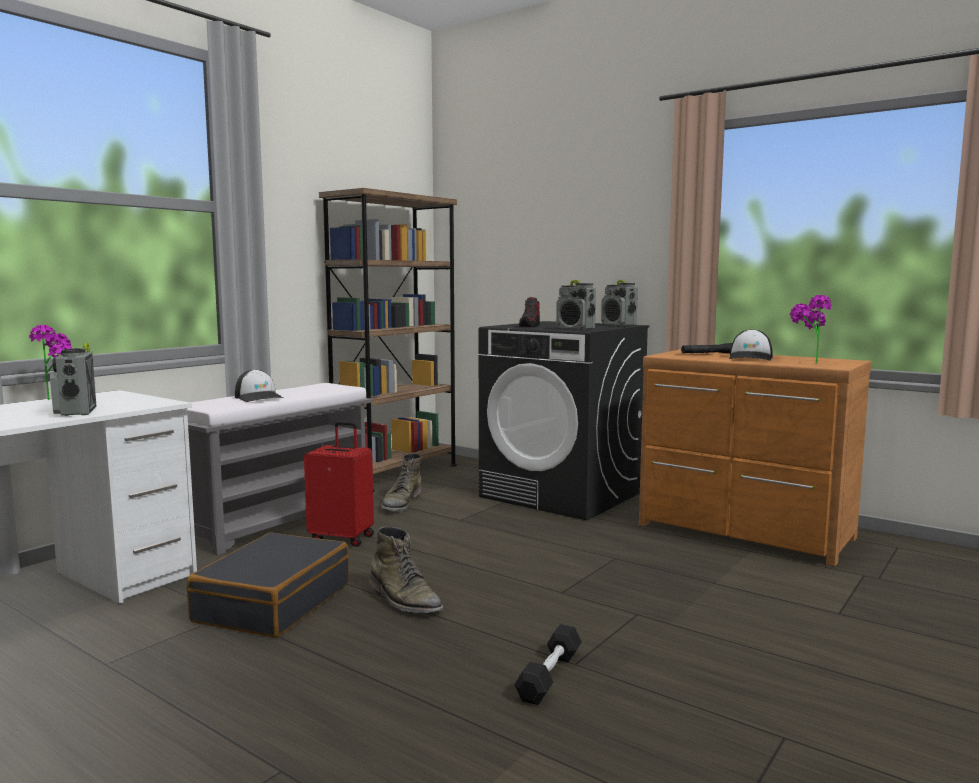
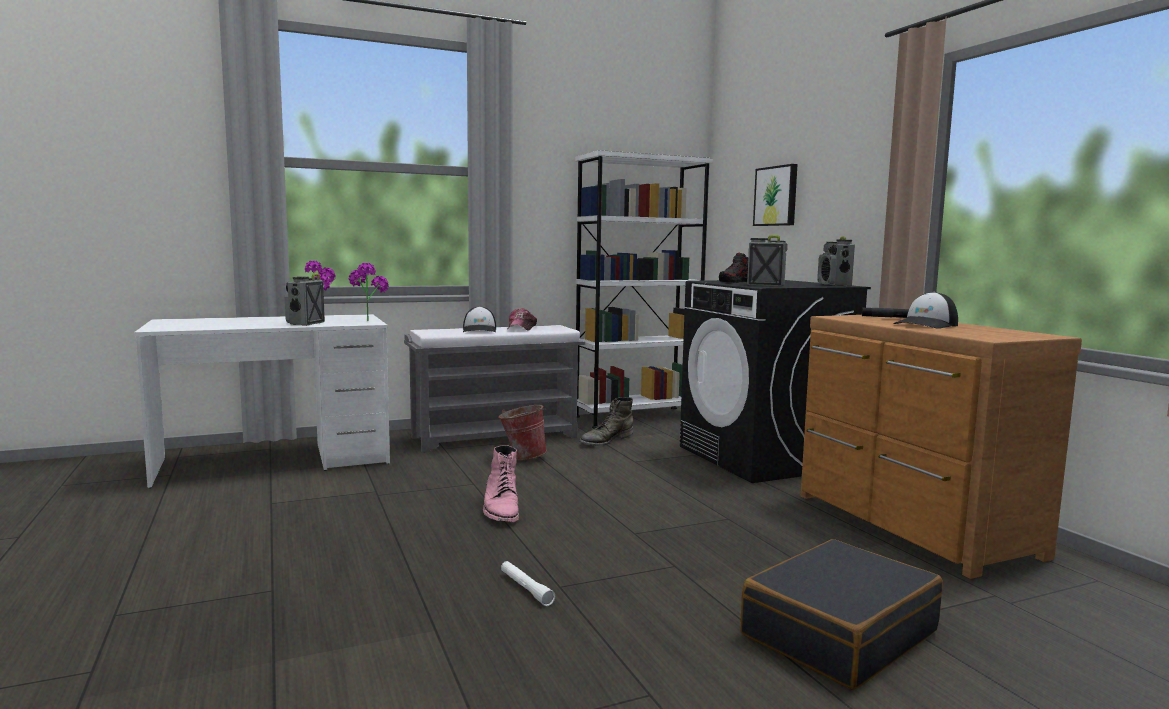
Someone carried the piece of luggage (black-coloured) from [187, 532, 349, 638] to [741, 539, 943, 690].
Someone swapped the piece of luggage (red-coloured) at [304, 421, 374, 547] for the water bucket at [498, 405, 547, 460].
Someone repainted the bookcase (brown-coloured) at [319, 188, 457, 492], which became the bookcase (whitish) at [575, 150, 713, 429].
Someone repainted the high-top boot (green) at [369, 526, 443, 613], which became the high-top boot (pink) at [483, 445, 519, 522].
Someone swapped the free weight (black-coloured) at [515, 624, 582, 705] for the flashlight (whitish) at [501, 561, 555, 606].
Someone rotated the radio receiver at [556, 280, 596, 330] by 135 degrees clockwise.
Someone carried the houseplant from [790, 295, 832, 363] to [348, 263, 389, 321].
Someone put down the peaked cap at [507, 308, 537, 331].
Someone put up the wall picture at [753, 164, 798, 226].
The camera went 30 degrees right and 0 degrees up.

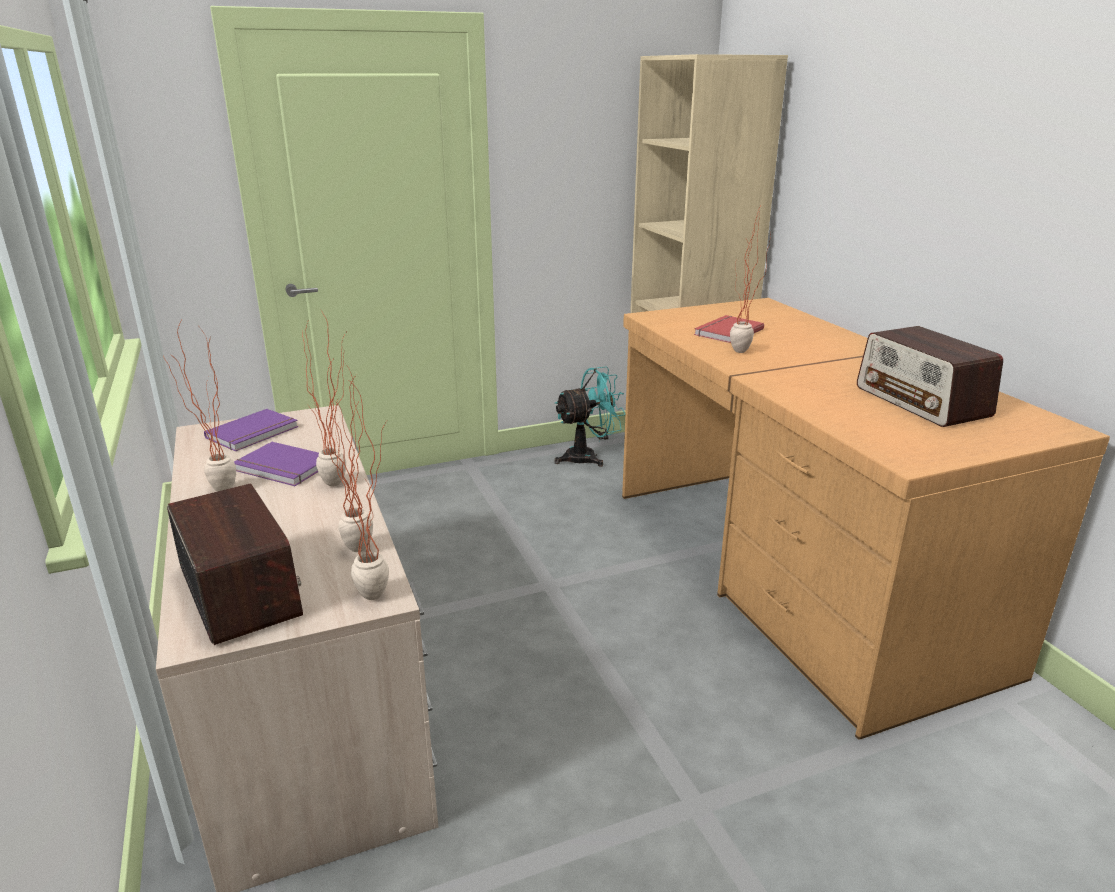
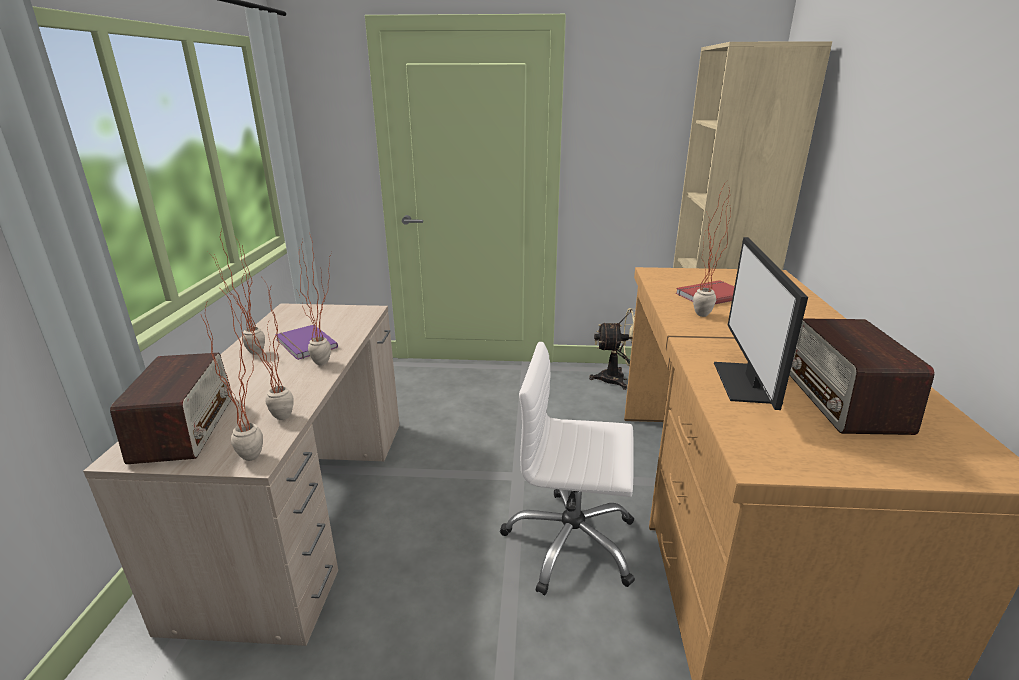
Someone took away the volume (purplish) at [204, 409, 298, 451].
Someone repainted the fan (blue-green) at [555, 366, 625, 467], which became the fan (sand-coloured) at [589, 308, 635, 390].
Someone put down the computer chair (whitish) at [500, 342, 635, 595].
Someone put down the monitor at [714, 237, 808, 410].
The camera went 25 degrees right and 0 degrees up.

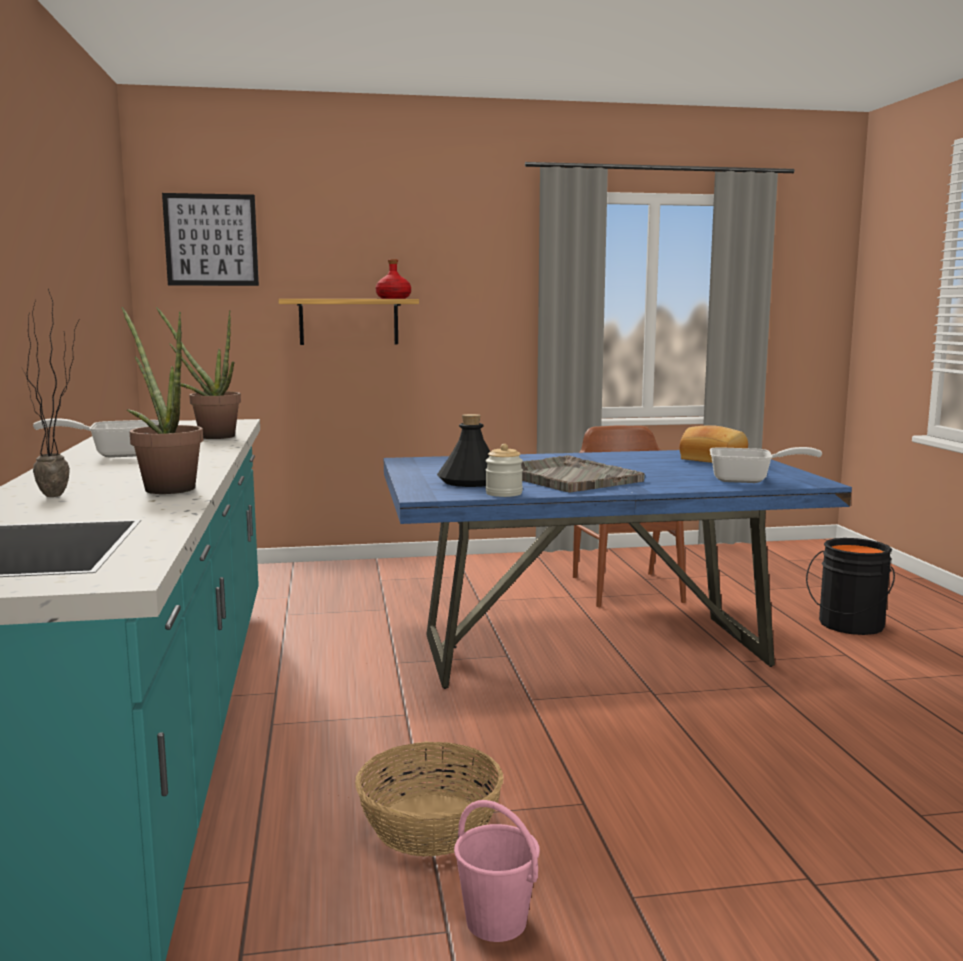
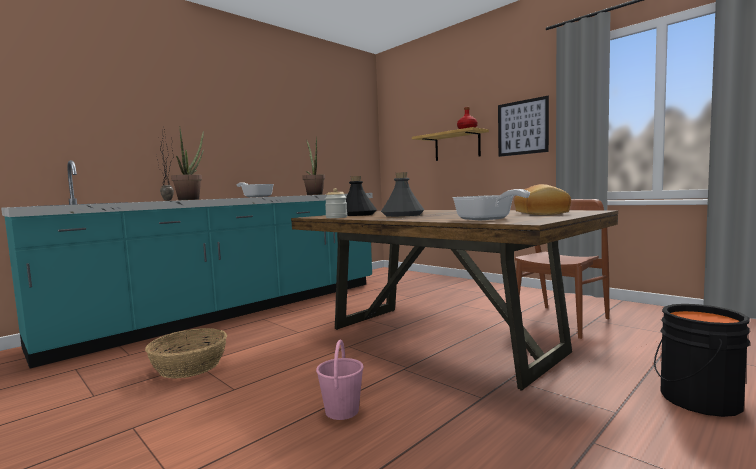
Someone carried the wall picture from [162, 193, 259, 286] to [498, 96, 549, 157].
Someone repainted the dining table (blue-coloured) at [383, 450, 852, 689], which became the dining table (brown-coloured) at [291, 210, 618, 391].
Someone carried the water bucket (pink) from [454, 800, 540, 942] to [316, 340, 364, 420].
Someone swapped the carrying tray (greyish) at [521, 455, 645, 492] for the beverage bottle (greyish) at [381, 172, 424, 217].
The camera went 55 degrees right and 5 degrees down.

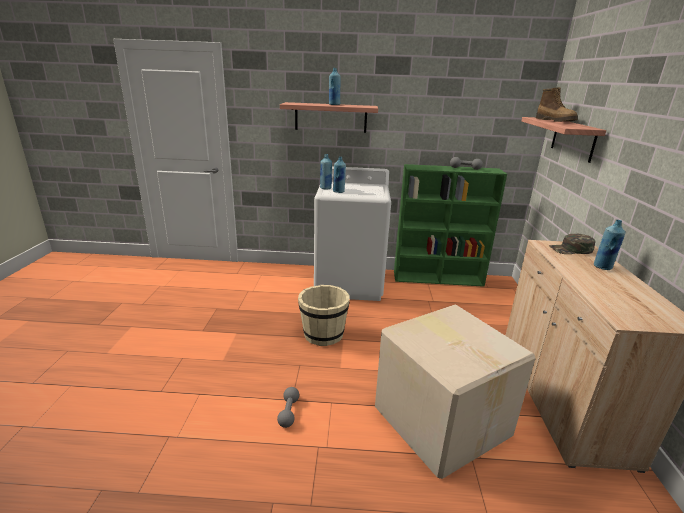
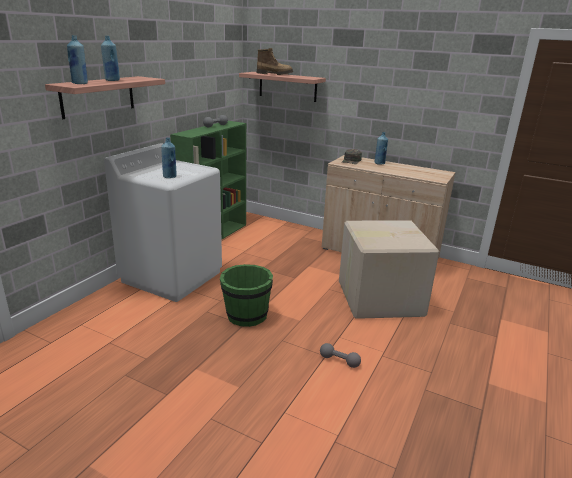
Someone repainted the water bucket (sand-coloured) at [298, 285, 350, 346], which became the water bucket (green) at [220, 264, 273, 327].
Someone carried the beverage bottle (blue-coloured) from [320, 154, 332, 190] to [67, 35, 88, 84].
The camera went 65 degrees left and 0 degrees up.

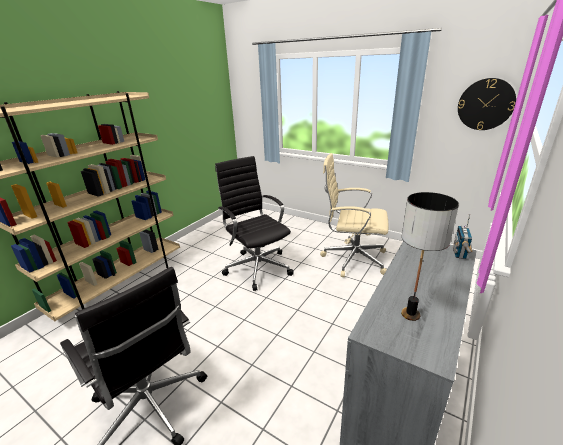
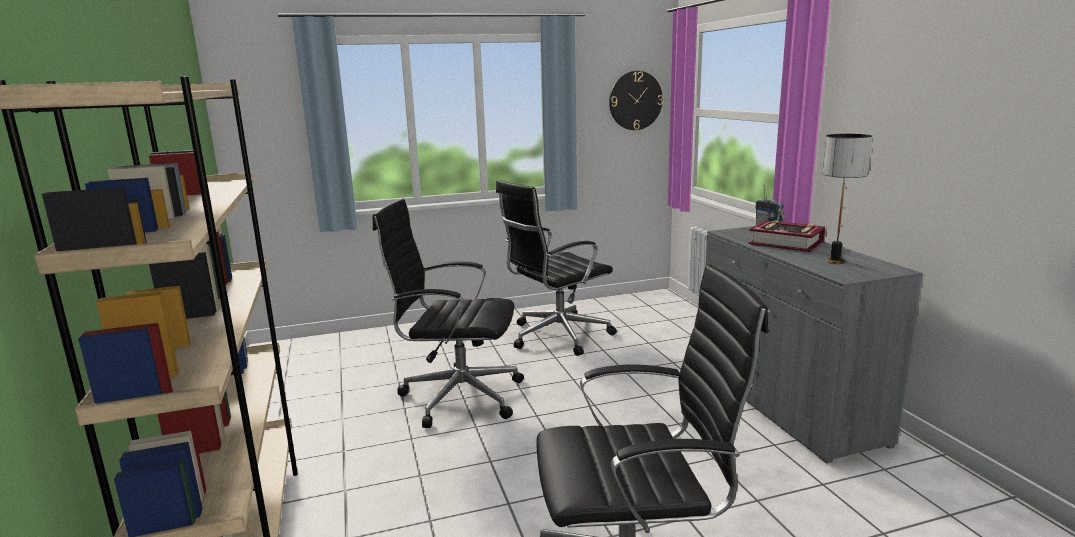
Someone repainted the computer chair (sand-coloured) at [320, 153, 389, 277], which became the computer chair (black-coloured) at [496, 180, 617, 356].
Someone put down the volume at [748, 220, 825, 252].
The camera went 50 degrees left and 10 degrees down.

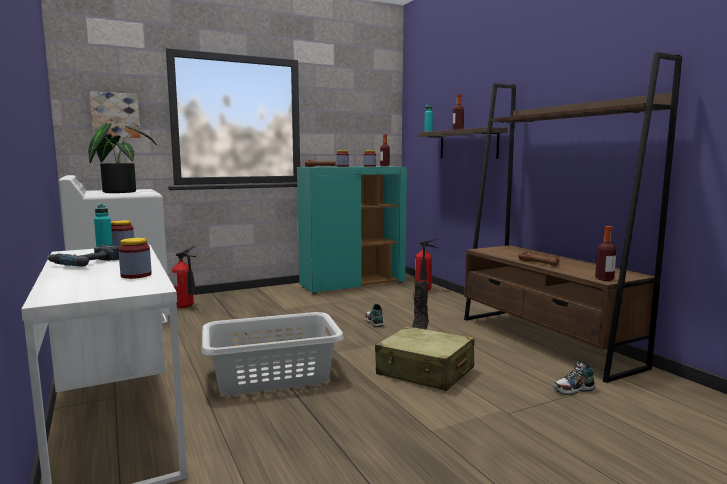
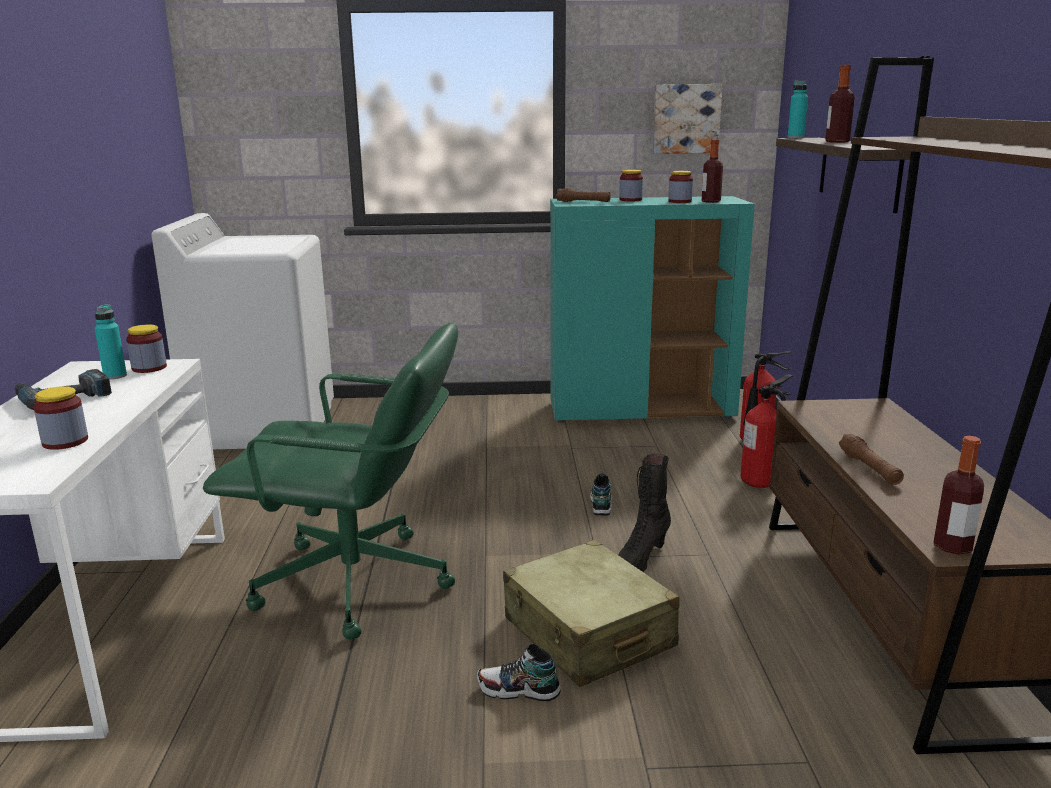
Someone took away the houseplant at [88, 123, 157, 193].
Someone carried the wall picture from [89, 91, 141, 138] to [653, 84, 723, 154].
Someone carried the fire extinguisher from [172, 246, 197, 308] to [741, 374, 792, 488].
Someone swapped the hamper (greyish) at [202, 312, 344, 395] for the computer chair (green) at [203, 322, 458, 640].
Someone carried the shoe from [553, 361, 595, 395] to [477, 644, 561, 701].
The camera went 25 degrees right and 10 degrees up.

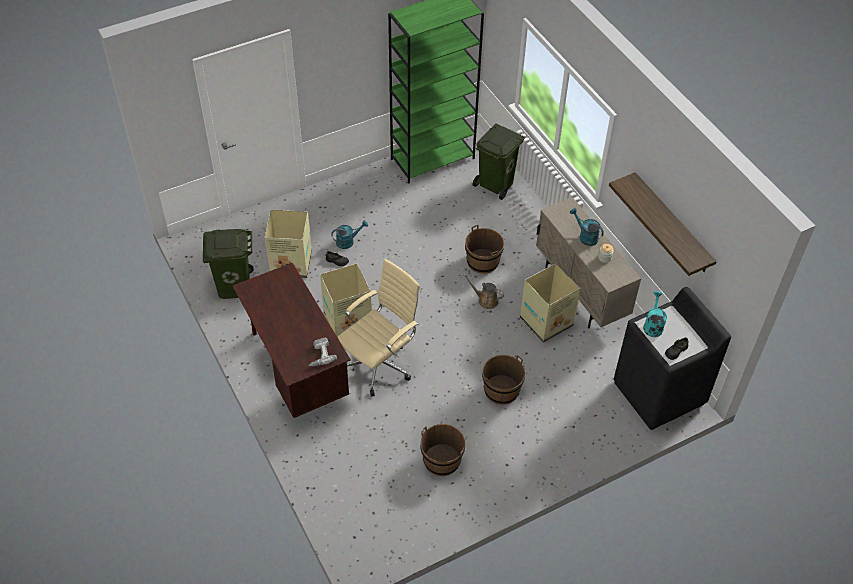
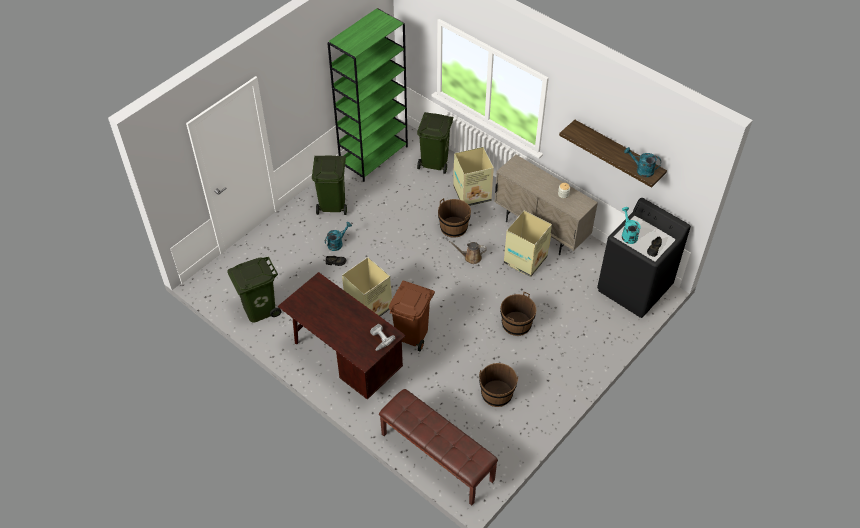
Someone carried the packing box from [265, 210, 312, 278] to [453, 147, 494, 206].
Someone swapped the computer chair (sand-coloured) at [337, 259, 420, 397] for the waste bin (brown-coloured) at [389, 281, 435, 351].
Someone carried the sprinkling can (blue-green) from [570, 208, 604, 246] to [624, 147, 661, 177].
Someone put down the waste bin (green) at [312, 156, 347, 215].
Someone put down the long seat (brown-coloured) at [379, 389, 498, 505].
The camera went 20 degrees left and 0 degrees up.

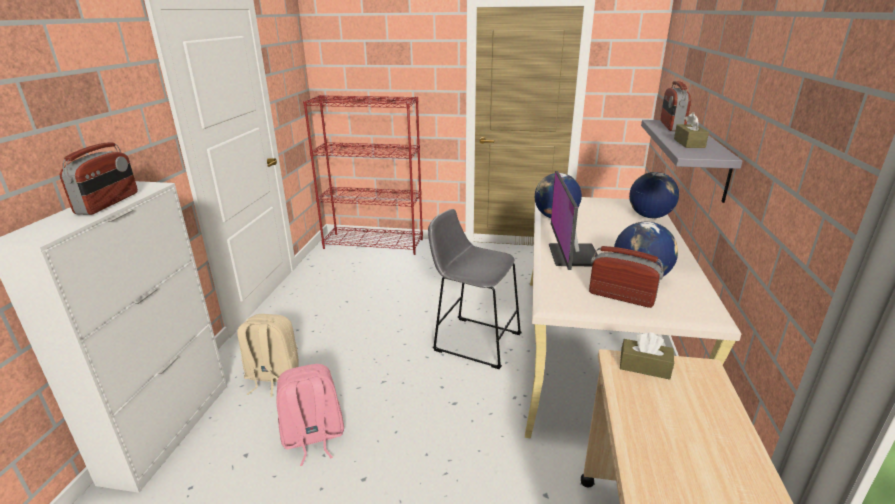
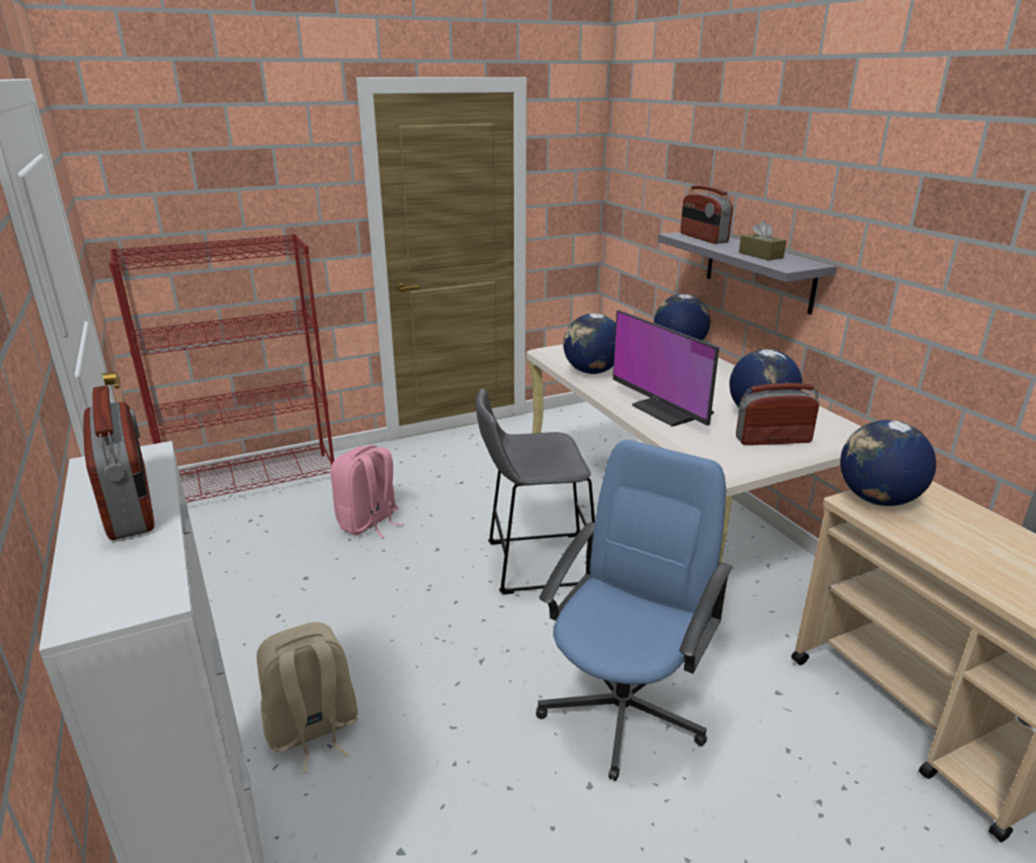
Someone carried the backpack (pink) from [277, 364, 344, 466] to [331, 445, 404, 538].
Someone swapped the tissue box (brown-coloured) at [620, 332, 674, 380] for the world globe at [840, 420, 936, 506].
Someone put down the computer chair (blue-coloured) at [536, 440, 733, 781].
The camera went 35 degrees left and 0 degrees up.

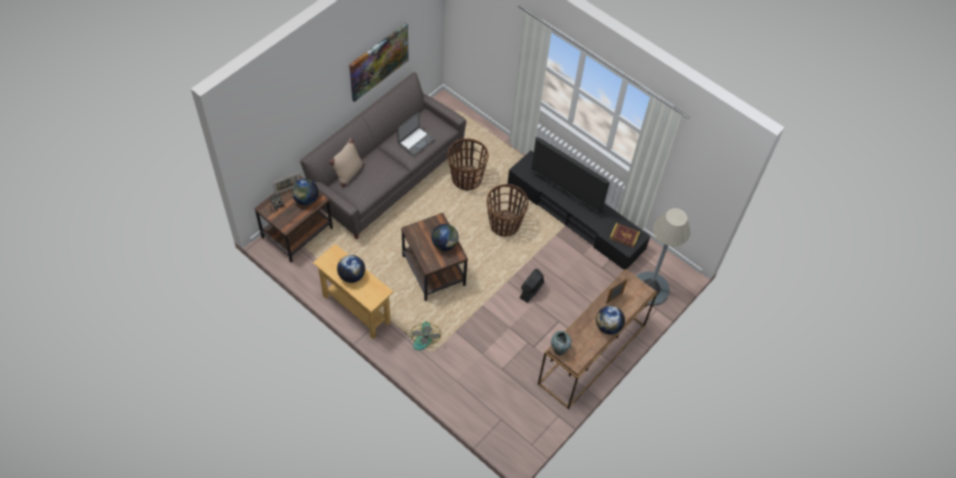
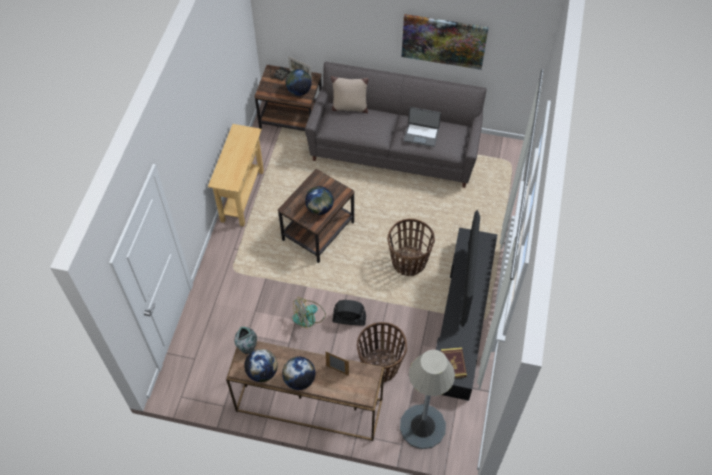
Someone carried the world globe from [337, 255, 365, 283] to [244, 349, 278, 382].
Someone carried the fan from [406, 322, 441, 351] to [292, 297, 326, 328].
Someone carried the household basket from [447, 139, 489, 191] to [357, 322, 407, 383].
The camera went 65 degrees right and 0 degrees up.

